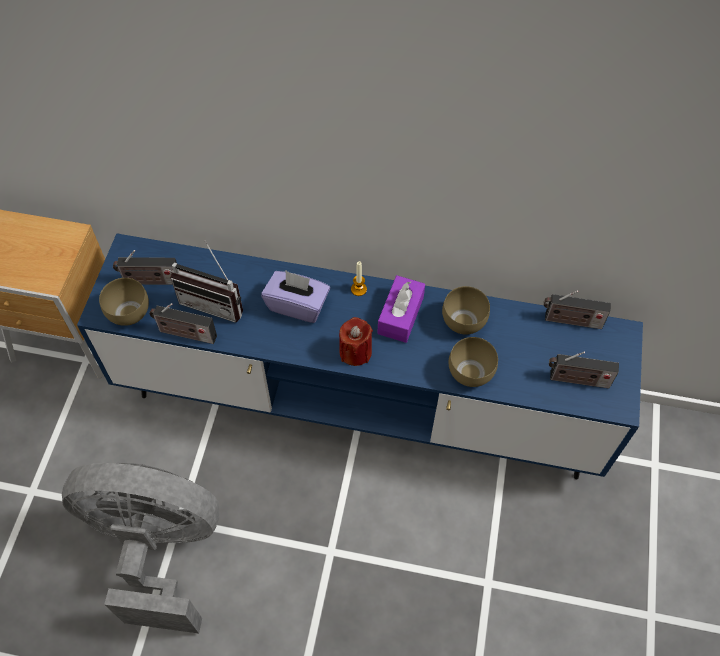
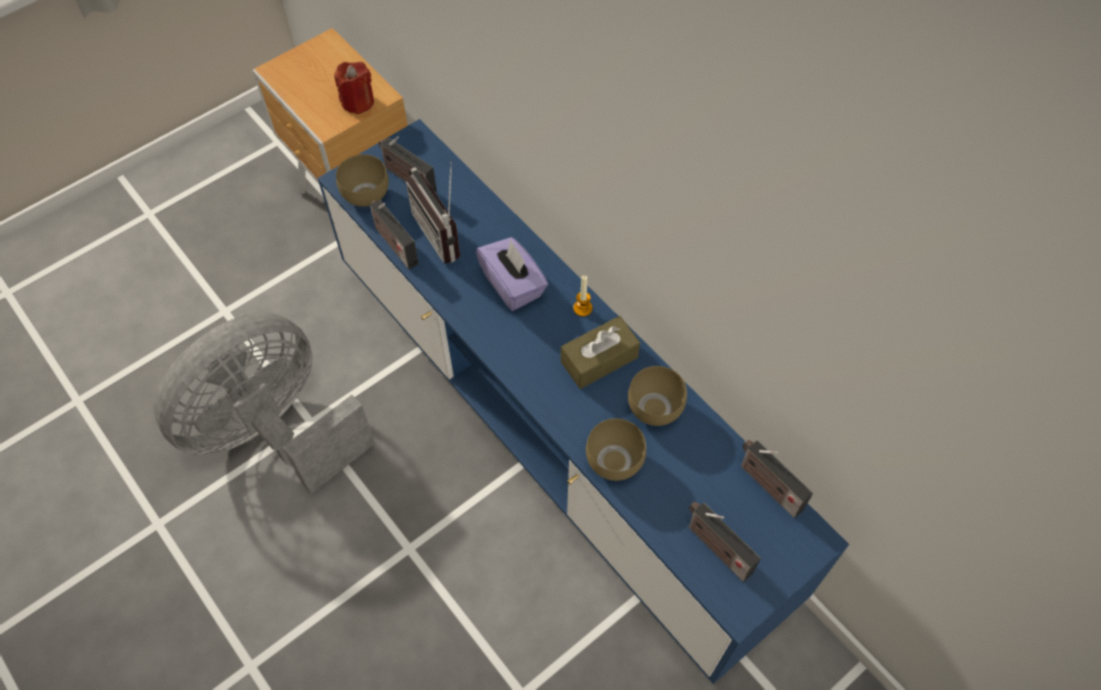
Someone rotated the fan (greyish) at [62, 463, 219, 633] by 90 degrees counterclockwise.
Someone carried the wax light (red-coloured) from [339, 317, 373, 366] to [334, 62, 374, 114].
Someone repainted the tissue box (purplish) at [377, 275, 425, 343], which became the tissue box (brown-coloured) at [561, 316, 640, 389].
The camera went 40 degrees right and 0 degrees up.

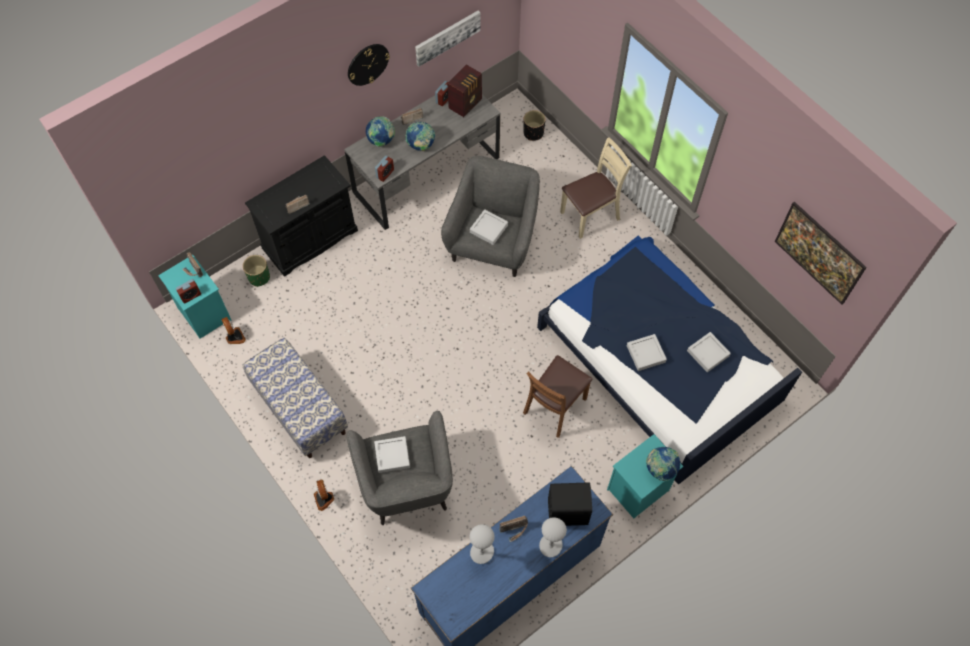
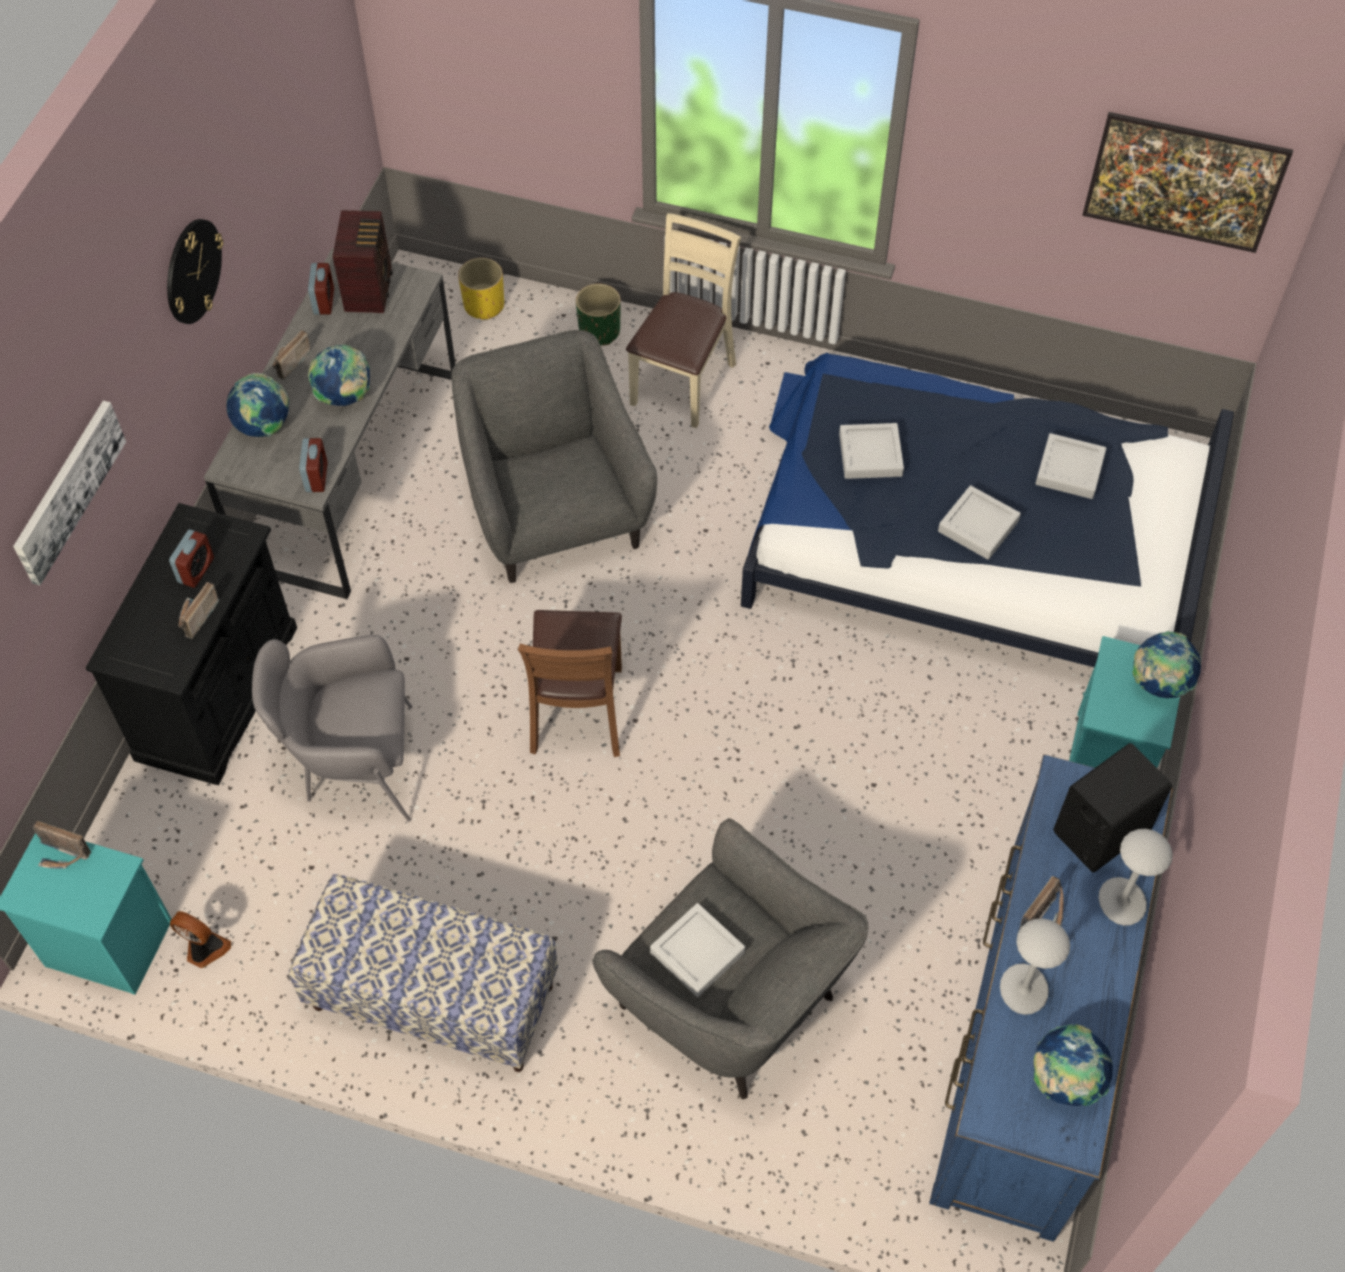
Someone carried the alarm clock from [176, 279, 201, 303] to [169, 529, 214, 588].
Someone carried the flower pot (green) from [243, 255, 270, 287] to [576, 284, 621, 346].
Someone took away the fan at [314, 480, 334, 511].
Someone carried the wall picture from [415, 10, 481, 67] to [13, 401, 126, 585].
Someone carried the carrying tray (greyish) from [470, 209, 508, 245] to [839, 423, 904, 479].
Someone repainted the flower pot (black-coloured) at [523, 110, 546, 141], which became the flower pot (yellow-coloured) at [458, 258, 504, 320].
Someone carried the upright chair (brown-coloured) from [523, 355, 592, 438] to [518, 610, 622, 757].
Someone put down the easy chair (greyish) at [252, 635, 413, 822].
Someone put down the world globe at [1033, 1024, 1113, 1106].
The camera went 35 degrees left and 5 degrees down.

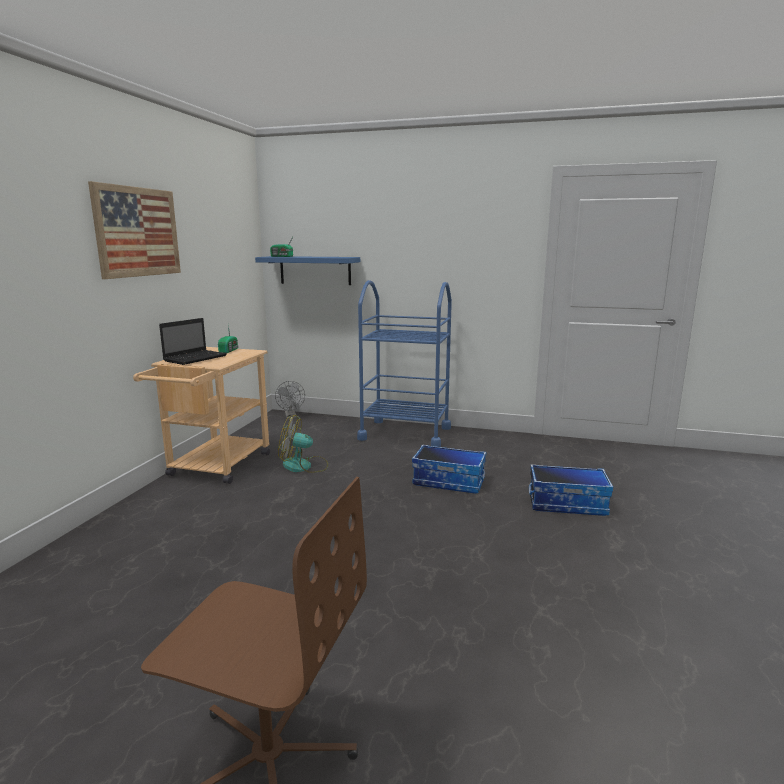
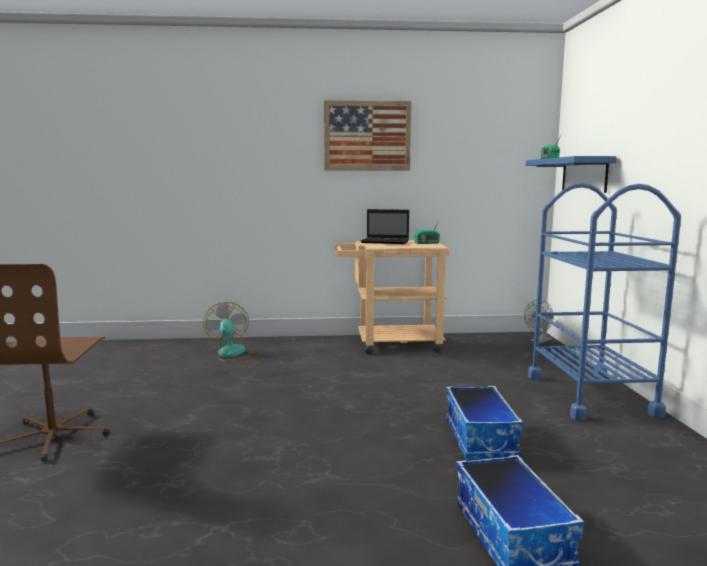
Someone carried the fan from [278, 415, 328, 473] to [203, 302, 260, 362].
The camera went 70 degrees right and 5 degrees down.

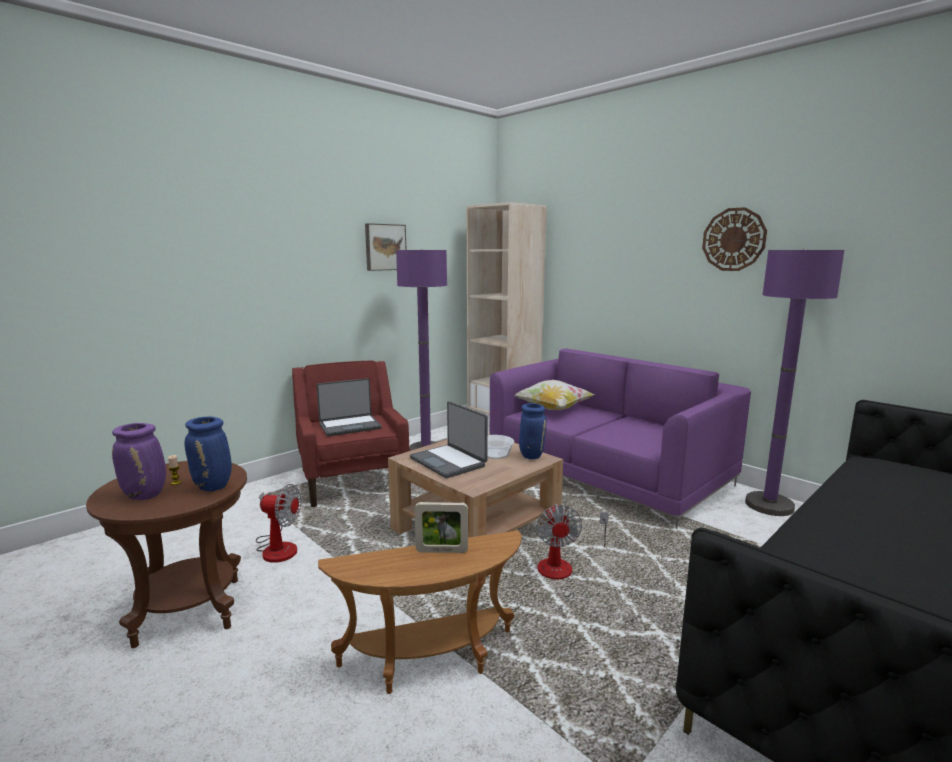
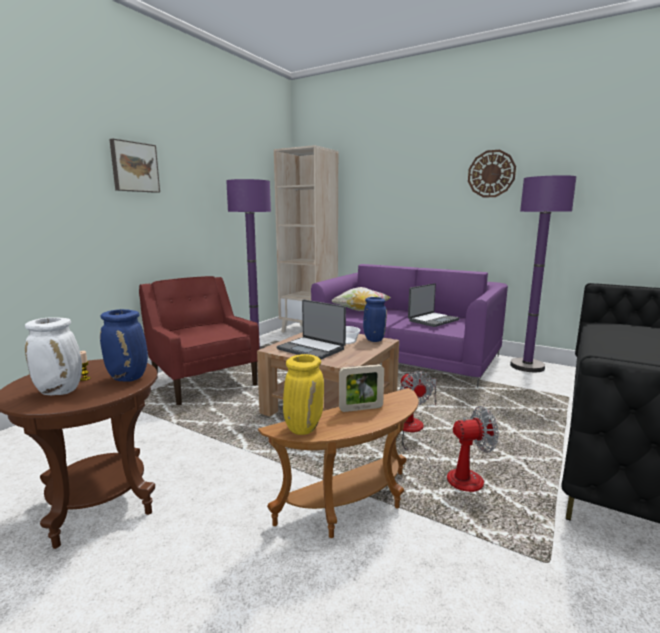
Someone repainted the flower vase (purplish) at [112, 423, 166, 500], which became the flower vase (whitish) at [25, 317, 82, 395].
Someone carried the fan from [256, 484, 301, 563] to [402, 406, 499, 492].
Someone carried the notebook computer from [317, 378, 382, 436] to [408, 283, 459, 327].
Someone carried the wall picture from [365, 223, 406, 271] to [109, 139, 160, 193].
Someone put down the flower vase (yellow-coloured) at [283, 354, 324, 435].
The camera went 15 degrees left and 0 degrees up.

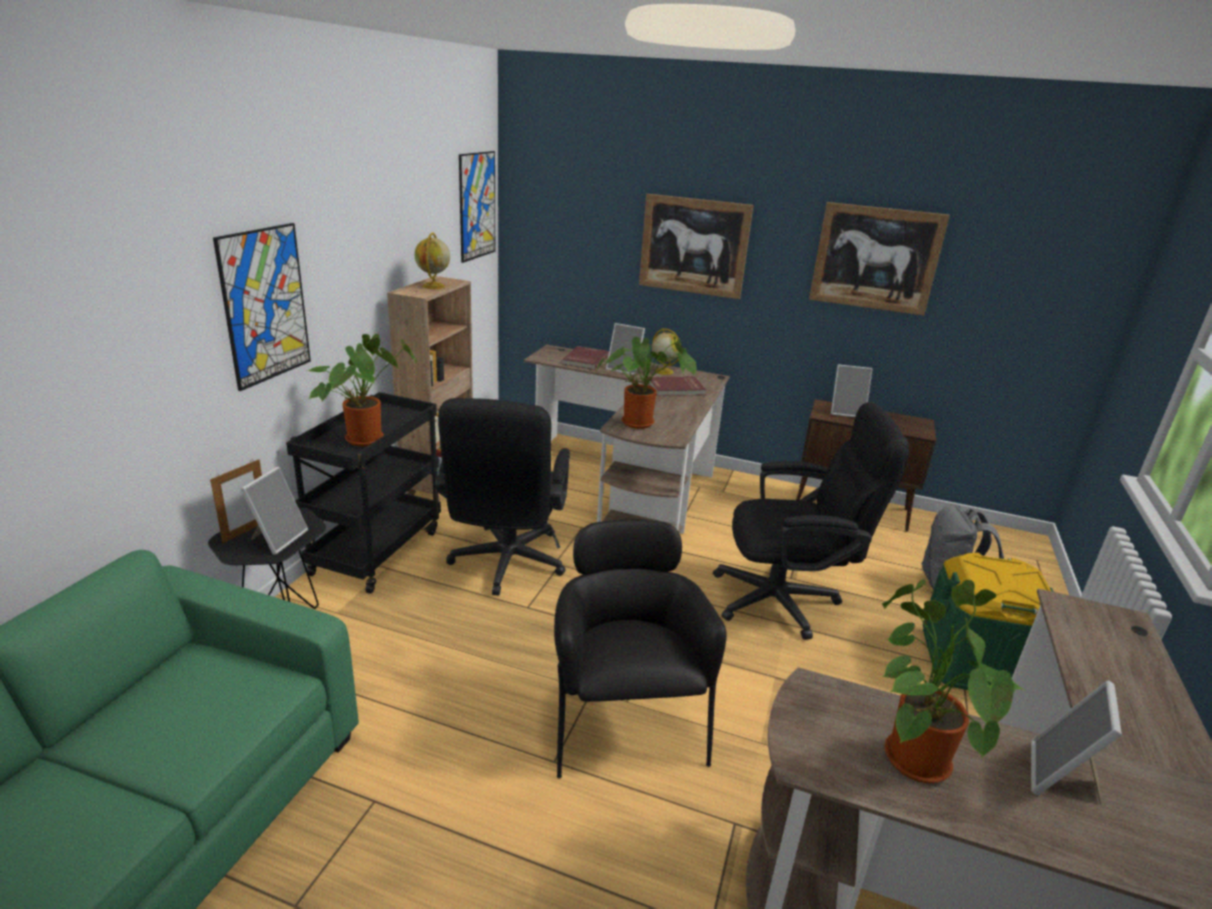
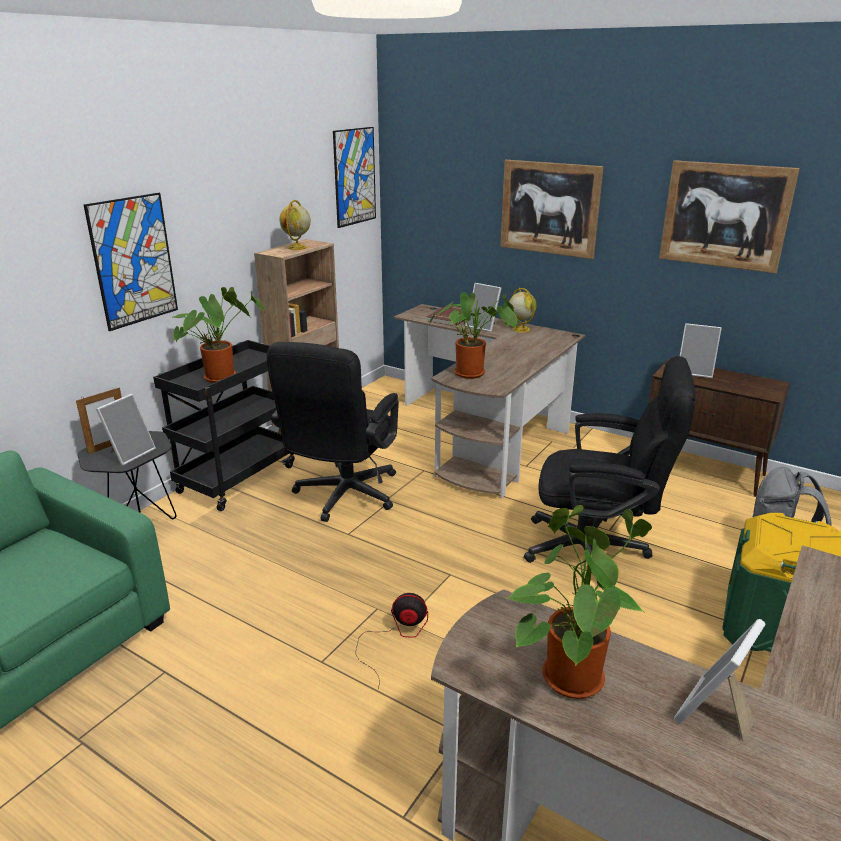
Someone swapped the easy chair (black-coloured) at [554, 520, 727, 779] for the fan at [355, 593, 428, 690].
Someone took away the volume (red-coloured) at [648, 377, 706, 396].
The camera went 15 degrees right and 0 degrees up.

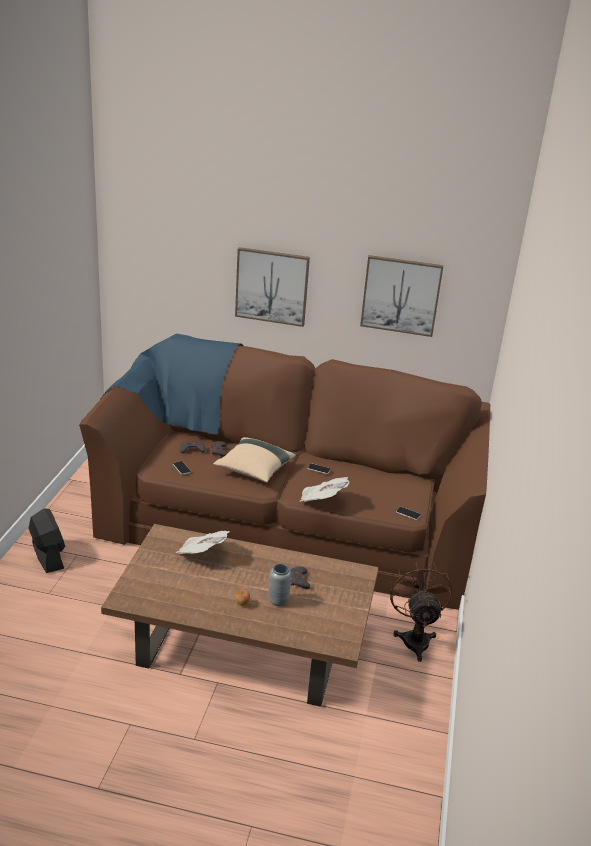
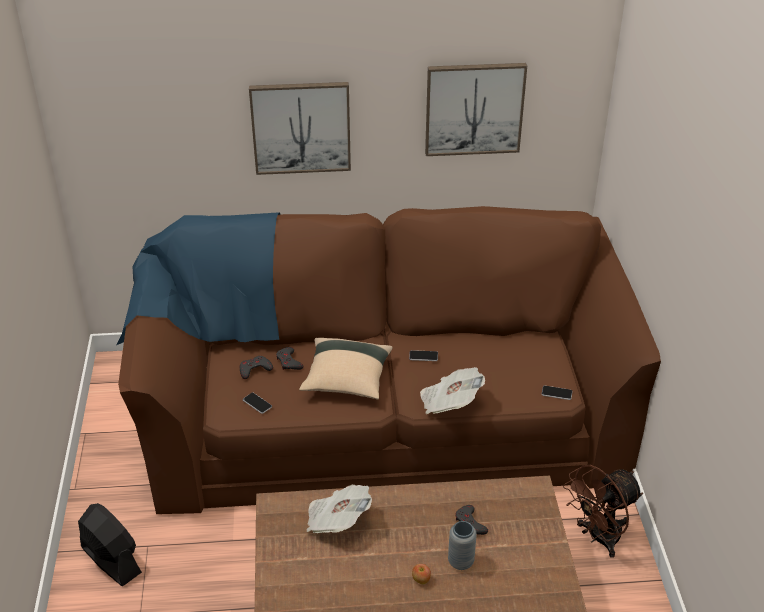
Someone rotated the fan (brown-coloured) at [390, 563, 453, 662] by 105 degrees counterclockwise.
The camera went 15 degrees left and 10 degrees up.

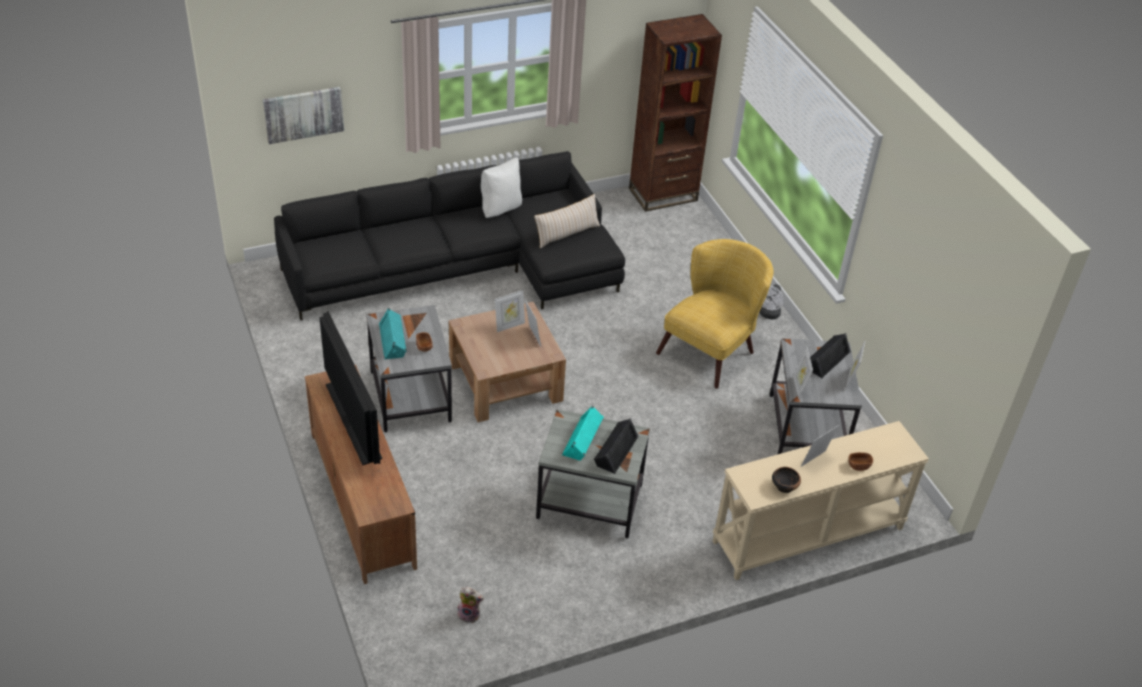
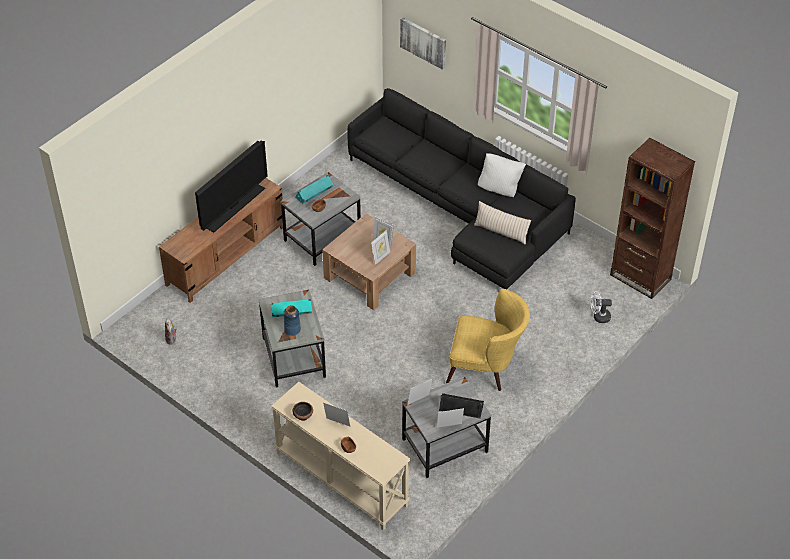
Someone swapped the loudspeaker (black-coloured) at [594, 418, 639, 474] for the flower vase (blue-coloured) at [284, 305, 301, 336].
Someone carried the fan (whitish) from [759, 284, 784, 319] to [590, 291, 612, 323].
The camera went 65 degrees right and 5 degrees up.

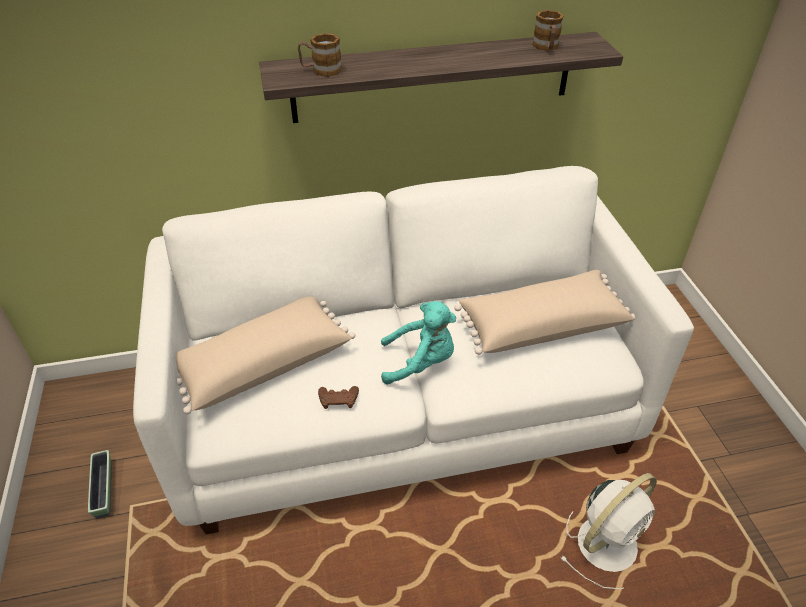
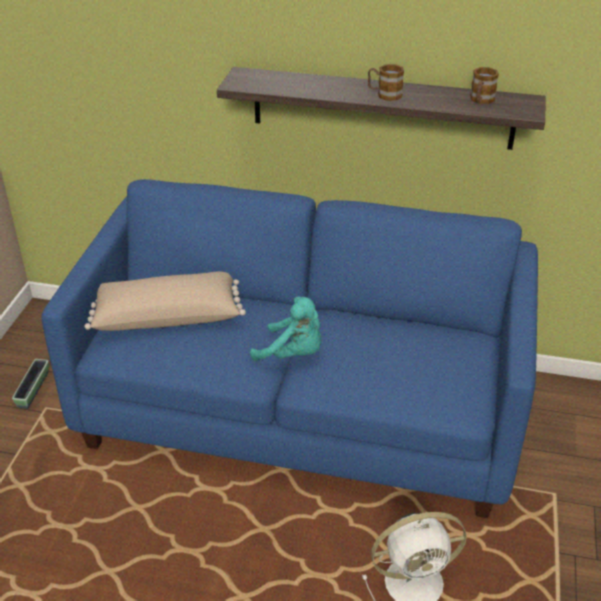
Someone repainted the settee (whitish) at [133, 166, 694, 534], which became the settee (blue-coloured) at [42, 179, 538, 518].
Someone carried the coffee mug from [298, 33, 342, 77] to [368, 64, 404, 101].
Someone took away the gamepad (brown-coloured) at [318, 386, 359, 409].
Someone took away the pillow (sand-coloured) at [454, 270, 635, 355].
The camera went 25 degrees right and 5 degrees down.

